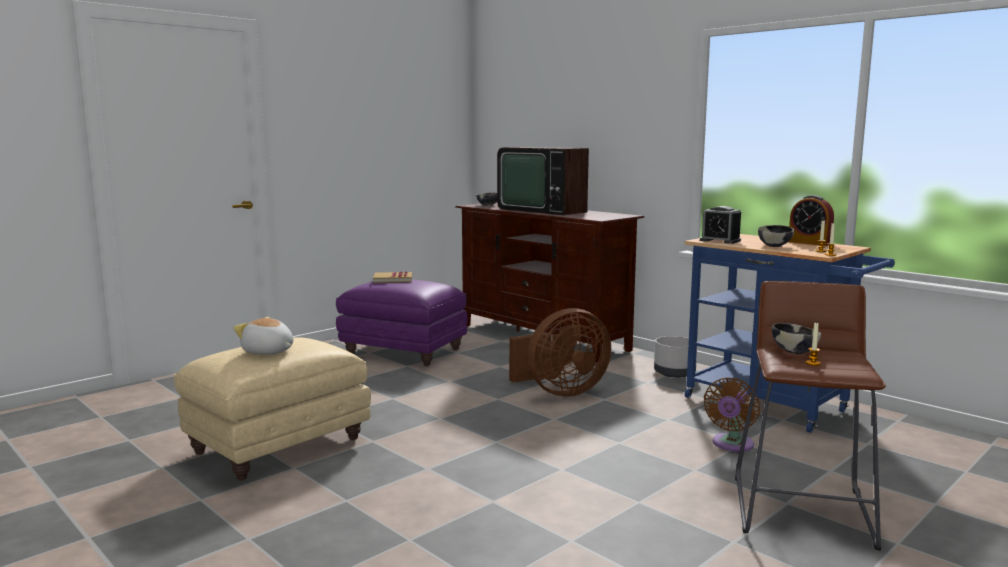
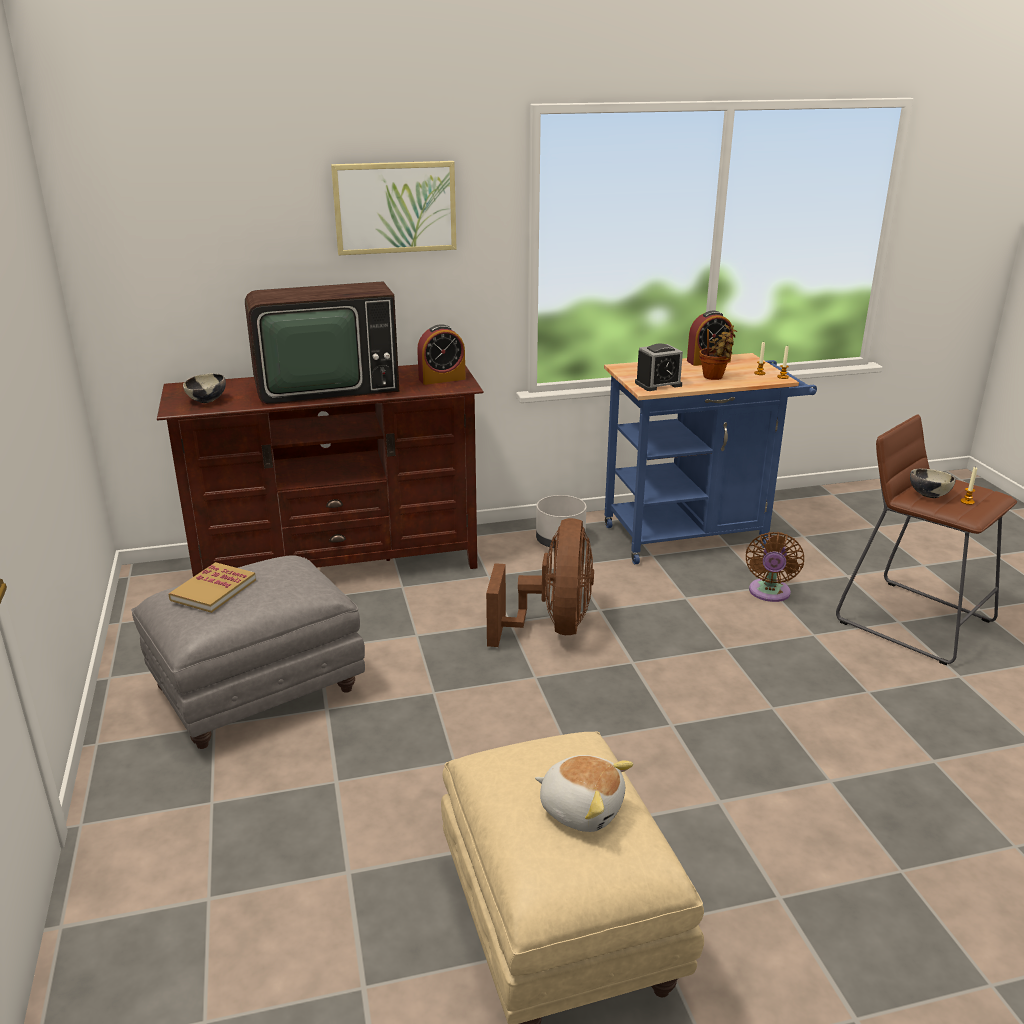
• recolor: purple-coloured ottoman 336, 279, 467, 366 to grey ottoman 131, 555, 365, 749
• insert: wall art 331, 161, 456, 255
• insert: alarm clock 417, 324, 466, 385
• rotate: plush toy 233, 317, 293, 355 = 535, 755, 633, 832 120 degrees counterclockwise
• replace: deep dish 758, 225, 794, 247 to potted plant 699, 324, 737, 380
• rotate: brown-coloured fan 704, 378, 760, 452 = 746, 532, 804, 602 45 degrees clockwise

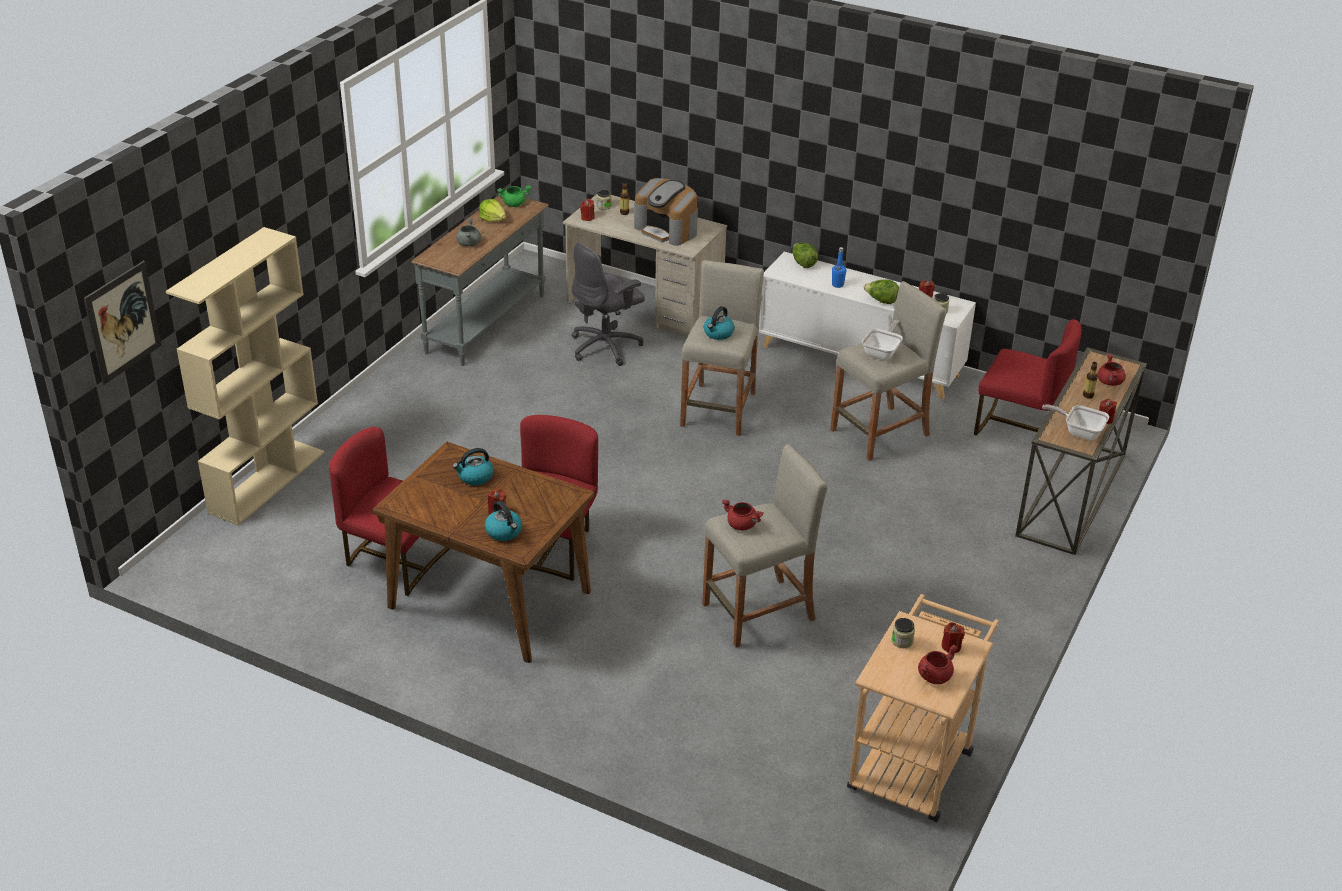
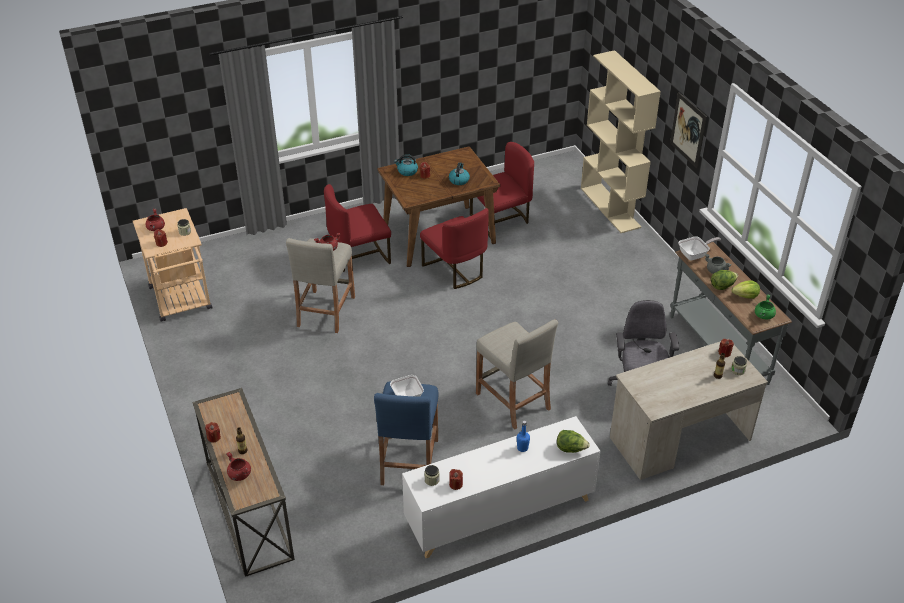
• move: red-coloured chair 974, 319, 1082, 448 to 324, 184, 391, 272
• recolor: beige sitting stool 830, 281, 946, 461 to blue-coloured sitting stool 374, 382, 439, 485
• move: wall art 83, 261, 162, 385 to 670, 92, 707, 169
• move: skillet 1042, 404, 1109, 440 to 678, 236, 721, 261
• move: lettuce head 864, 280, 899, 304 to 711, 270, 738, 290
• delete: coffee maker 634, 178, 698, 246
• delete: kettle 704, 306, 735, 340

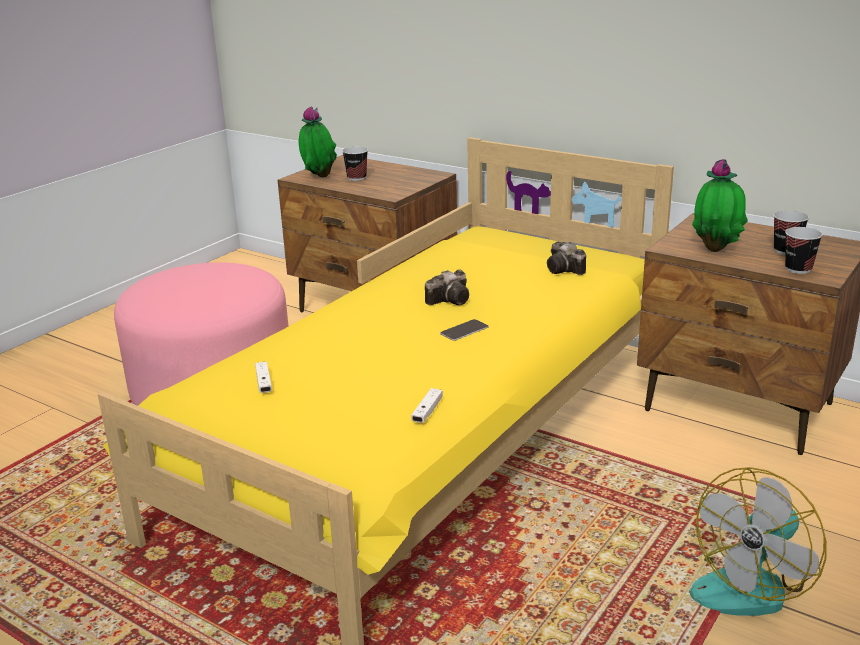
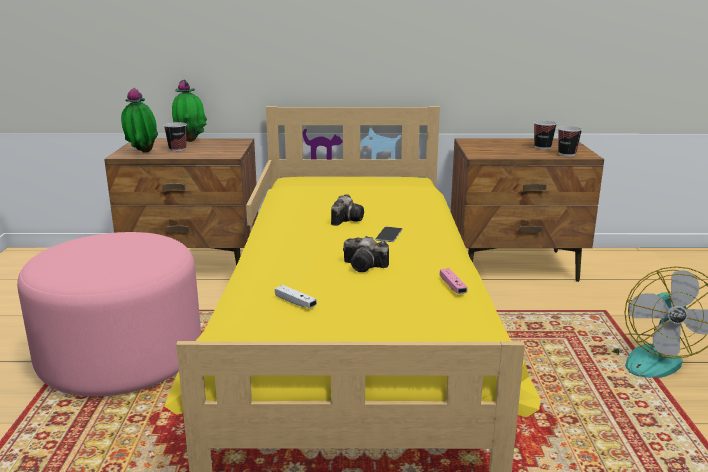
• move: potted plant 692, 159, 748, 252 to 172, 80, 207, 142
• move: photo camera 547, 242, 586, 275 to 343, 236, 389, 272
• recolor: whitish gamepad 411, 388, 443, 423 to pink gamepad 440, 268, 468, 294

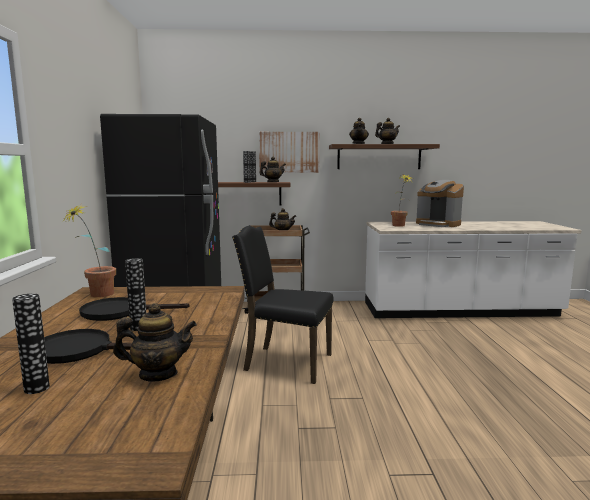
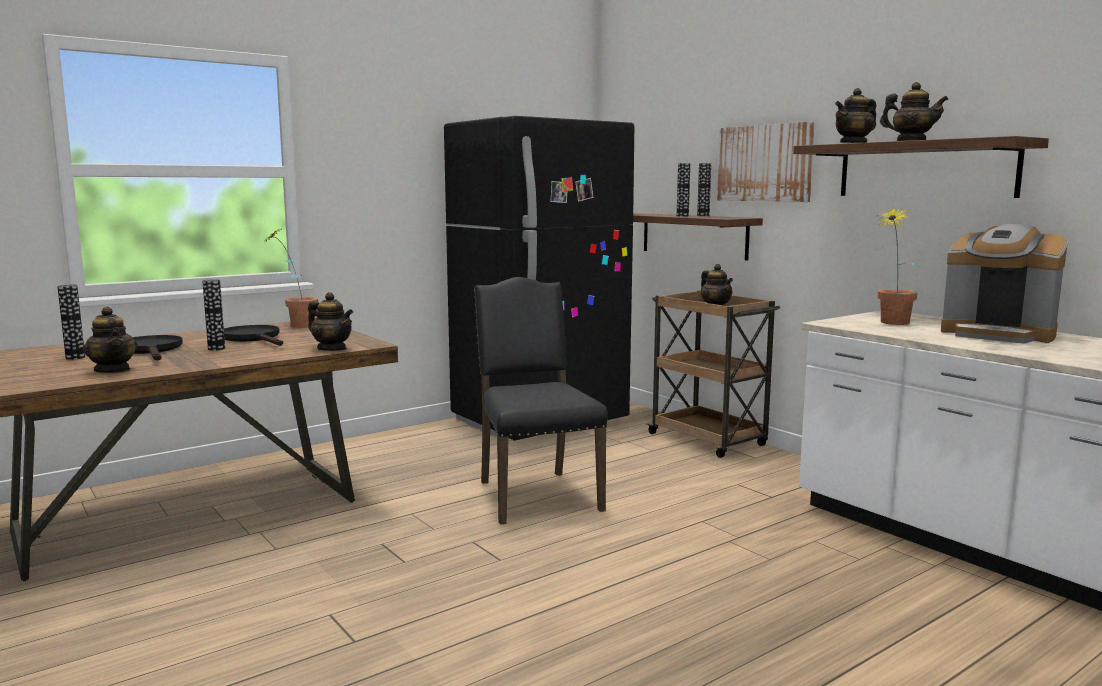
• move: pot for tea 260, 157, 286, 182 to 308, 292, 353, 351
• rotate: coffee maker 416, 180, 464, 227 = 941, 224, 1068, 344 60 degrees counterclockwise

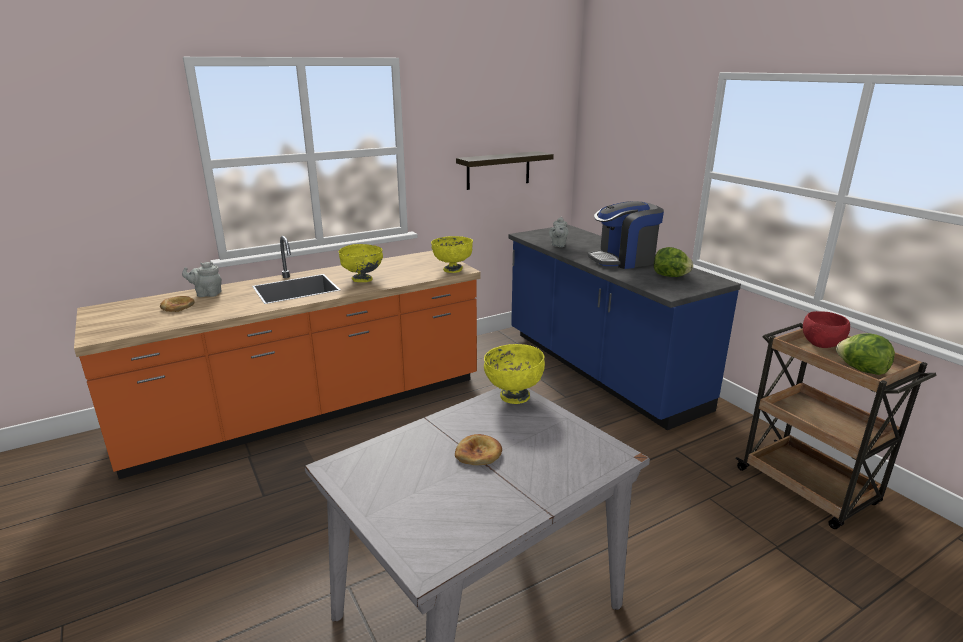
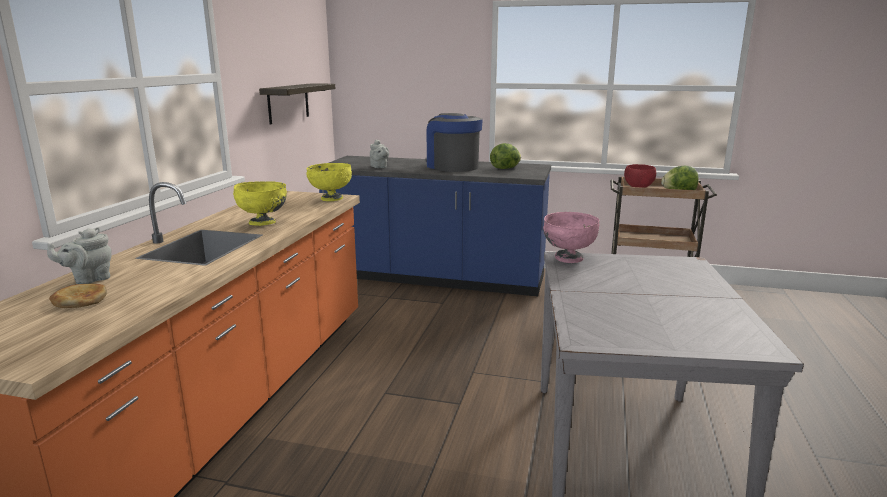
• rotate: coffee maker 588, 201, 664, 269 = 426, 113, 483, 172 120 degrees clockwise
• recolor: yellow deep dish 484, 344, 545, 404 to pink deep dish 543, 212, 600, 263
• delete: bakery bread 455, 434, 502, 465

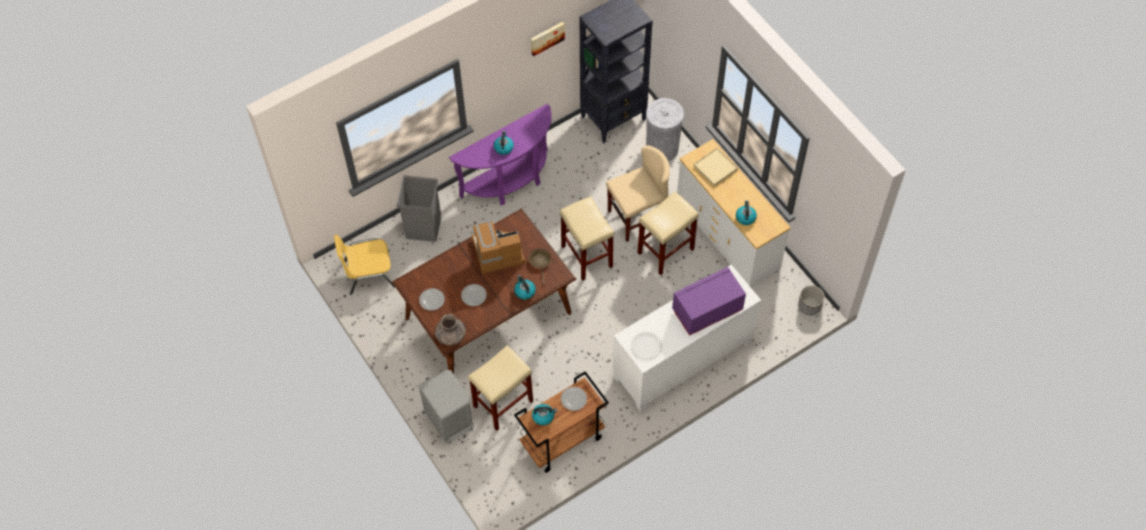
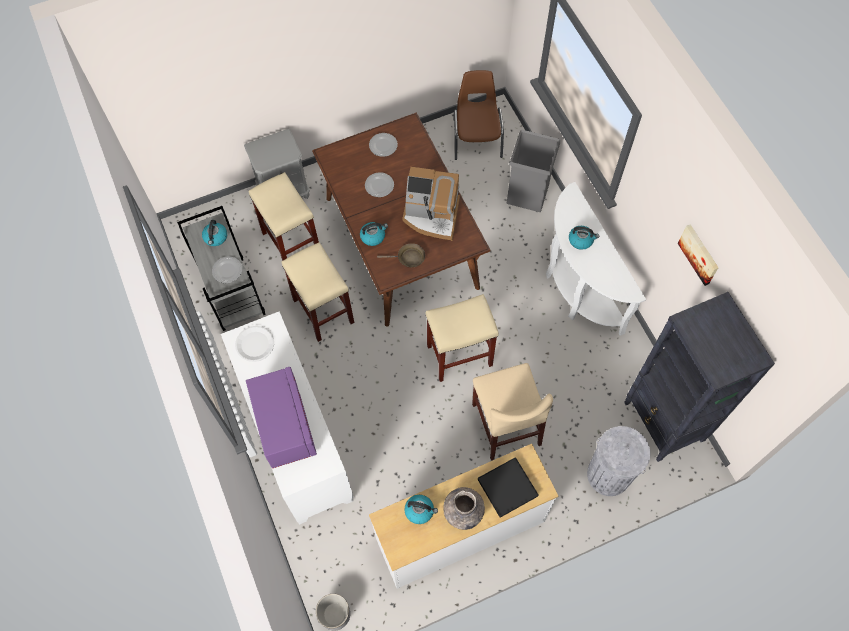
• recolor: brown-coloured trolley 514, 371, 609, 473 to grey trolley 177, 206, 266, 331
• move: beige sitting stool 637, 192, 699, 275 to 282, 242, 354, 342
• rotate: coffee maker 472, 221, 525, 274 = 402, 167, 460, 241 105 degrees clockwise
• move: grey vase 435, 314, 466, 346 to 443, 487, 485, 530
• recolor: yellow chair 334, 235, 395, 295 to brown-coloured chair 454, 70, 504, 160
• recolor: beige serving tray 694, 148, 738, 187 to black-coloured serving tray 478, 457, 538, 518
• recolor: purple-coloured narrow table 449, 103, 552, 205 to whitish narrow table 546, 182, 646, 336

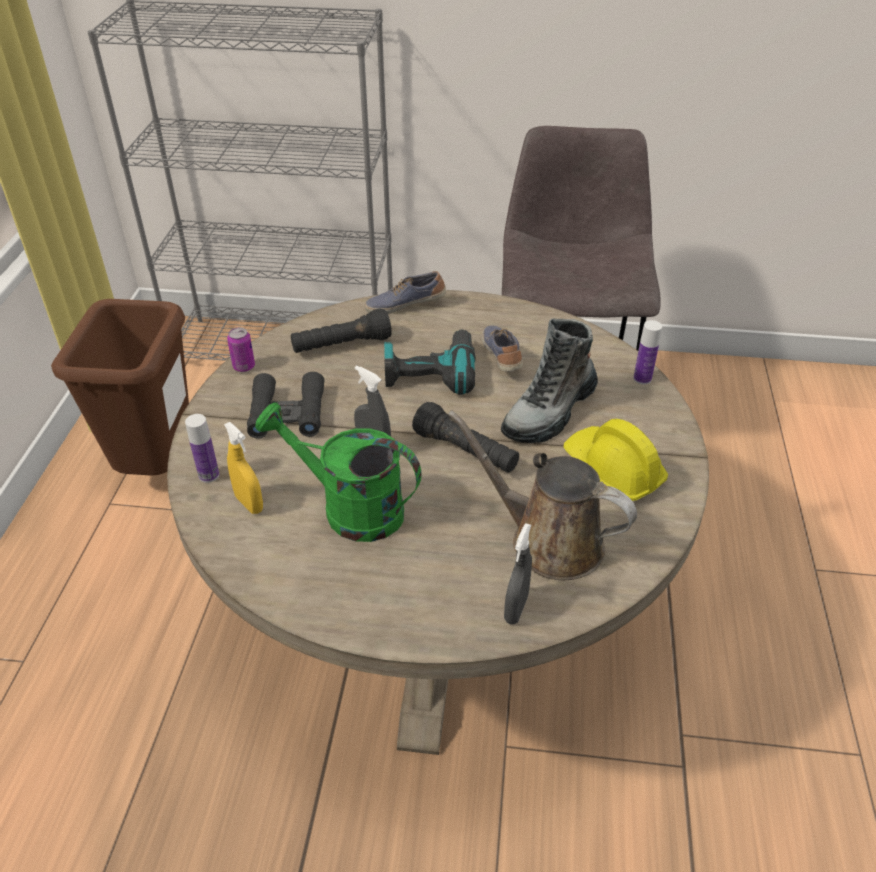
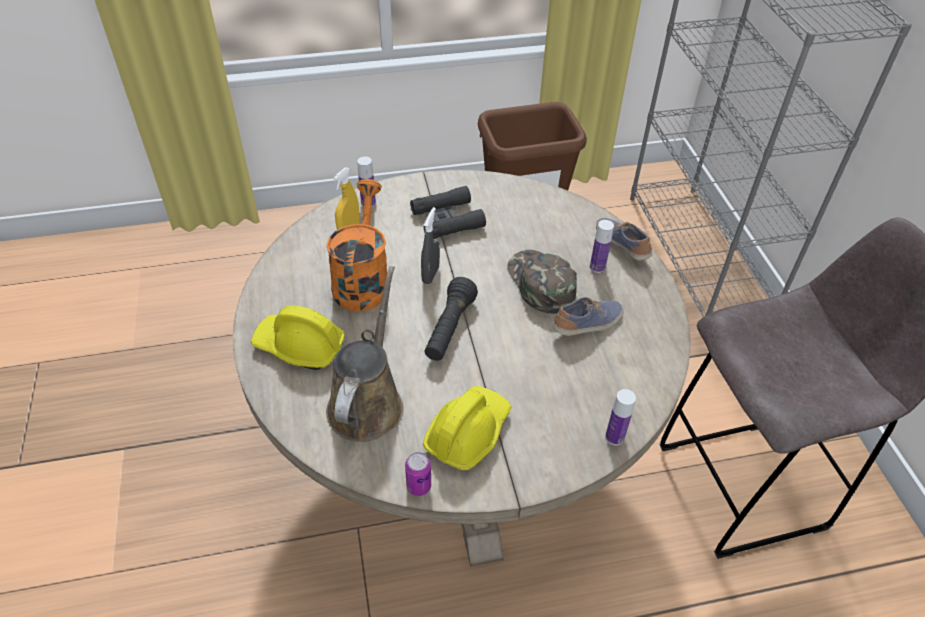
• insert: yellow work helmet 251, 306, 345, 370
• recolor: green sprinkling can 255, 402, 422, 542 to orange-coloured sprinkling can 326, 179, 387, 312
• move: metal can 227, 327, 255, 372 to 405, 452, 431, 496
• replace: power drill 384, 329, 475, 395 to green peaked cap 507, 250, 577, 314
• insert: beverage bottle 590, 220, 614, 273
• delete: black-coloured torch 291, 308, 392, 353
• delete: high-top boot 501, 319, 598, 443
• delete: grey spray bottle 504, 523, 532, 624

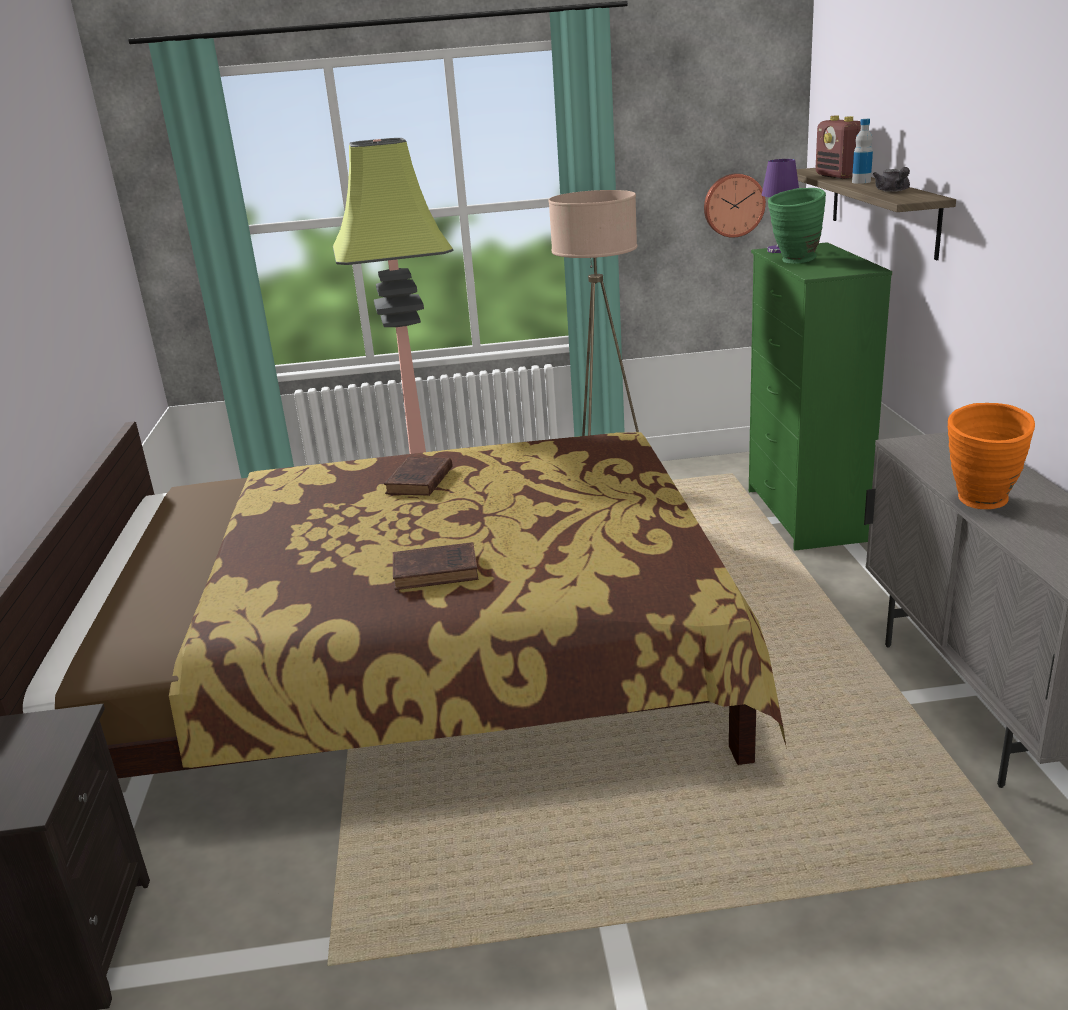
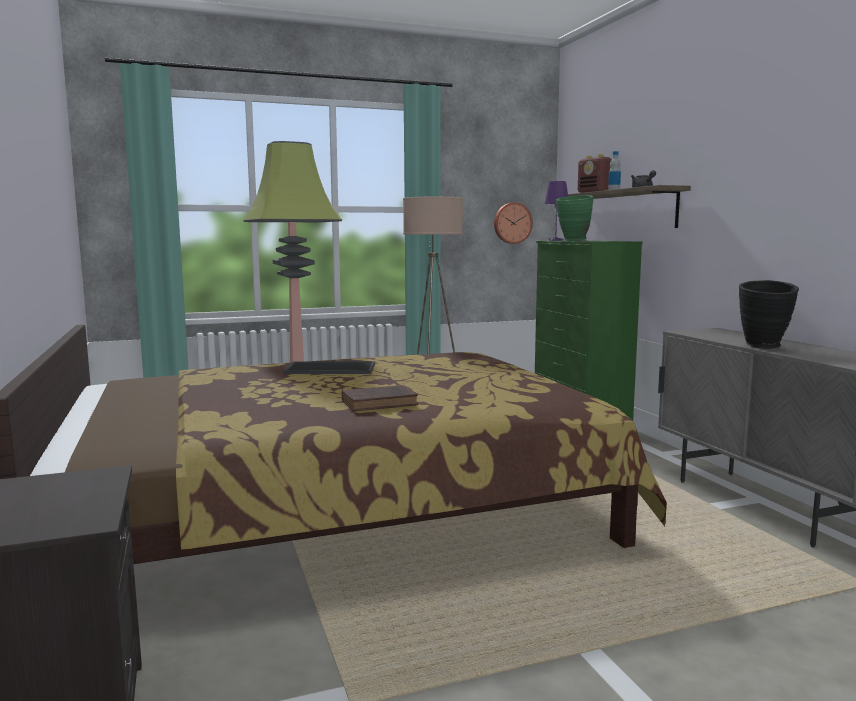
• replace: brown-coloured book 384, 457, 453, 496 to serving tray 283, 361, 375, 374
• recolor: orange-coloured vase 948, 403, 1035, 509 to black-coloured vase 739, 280, 799, 349

